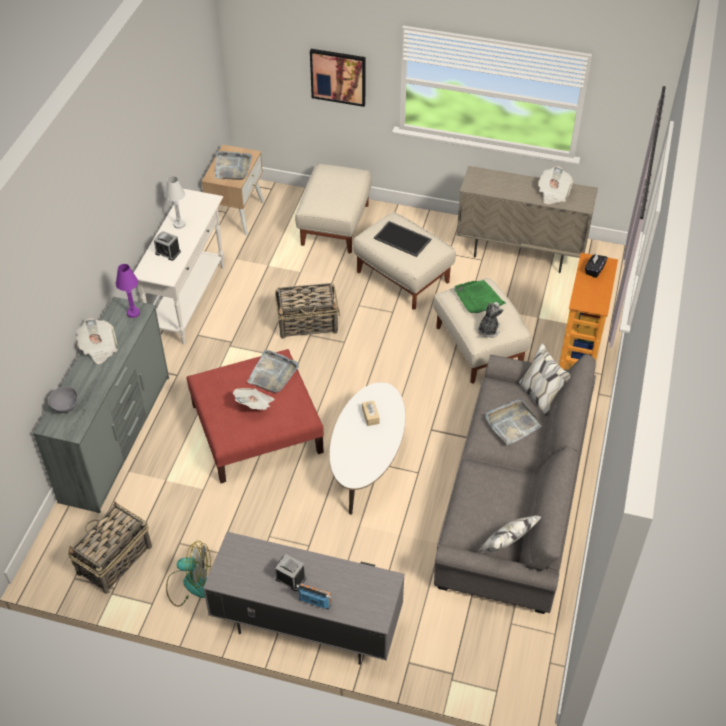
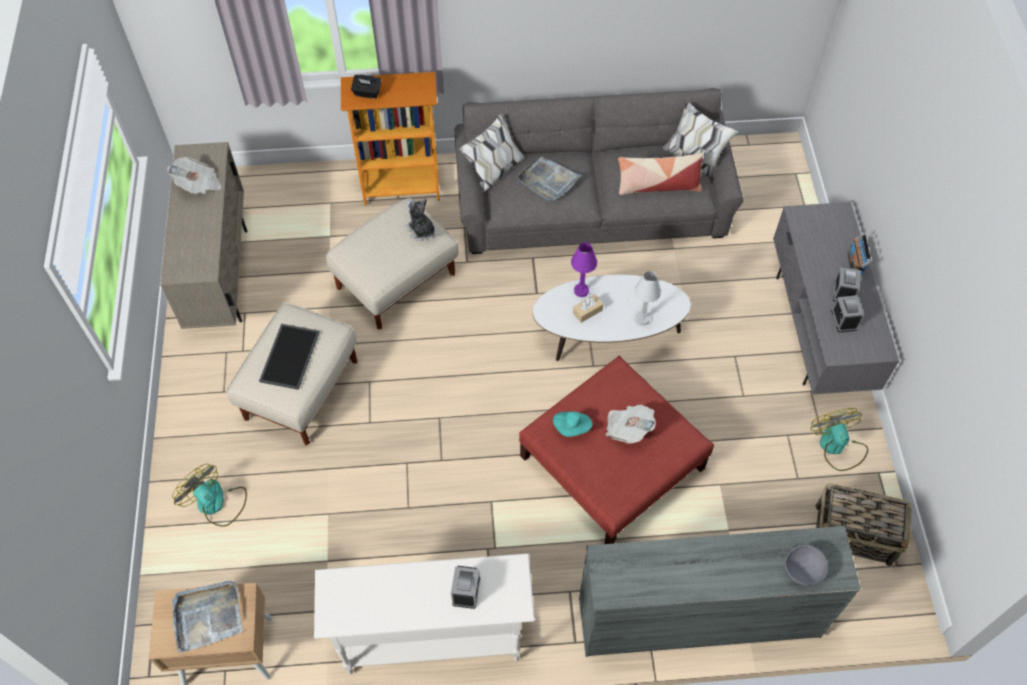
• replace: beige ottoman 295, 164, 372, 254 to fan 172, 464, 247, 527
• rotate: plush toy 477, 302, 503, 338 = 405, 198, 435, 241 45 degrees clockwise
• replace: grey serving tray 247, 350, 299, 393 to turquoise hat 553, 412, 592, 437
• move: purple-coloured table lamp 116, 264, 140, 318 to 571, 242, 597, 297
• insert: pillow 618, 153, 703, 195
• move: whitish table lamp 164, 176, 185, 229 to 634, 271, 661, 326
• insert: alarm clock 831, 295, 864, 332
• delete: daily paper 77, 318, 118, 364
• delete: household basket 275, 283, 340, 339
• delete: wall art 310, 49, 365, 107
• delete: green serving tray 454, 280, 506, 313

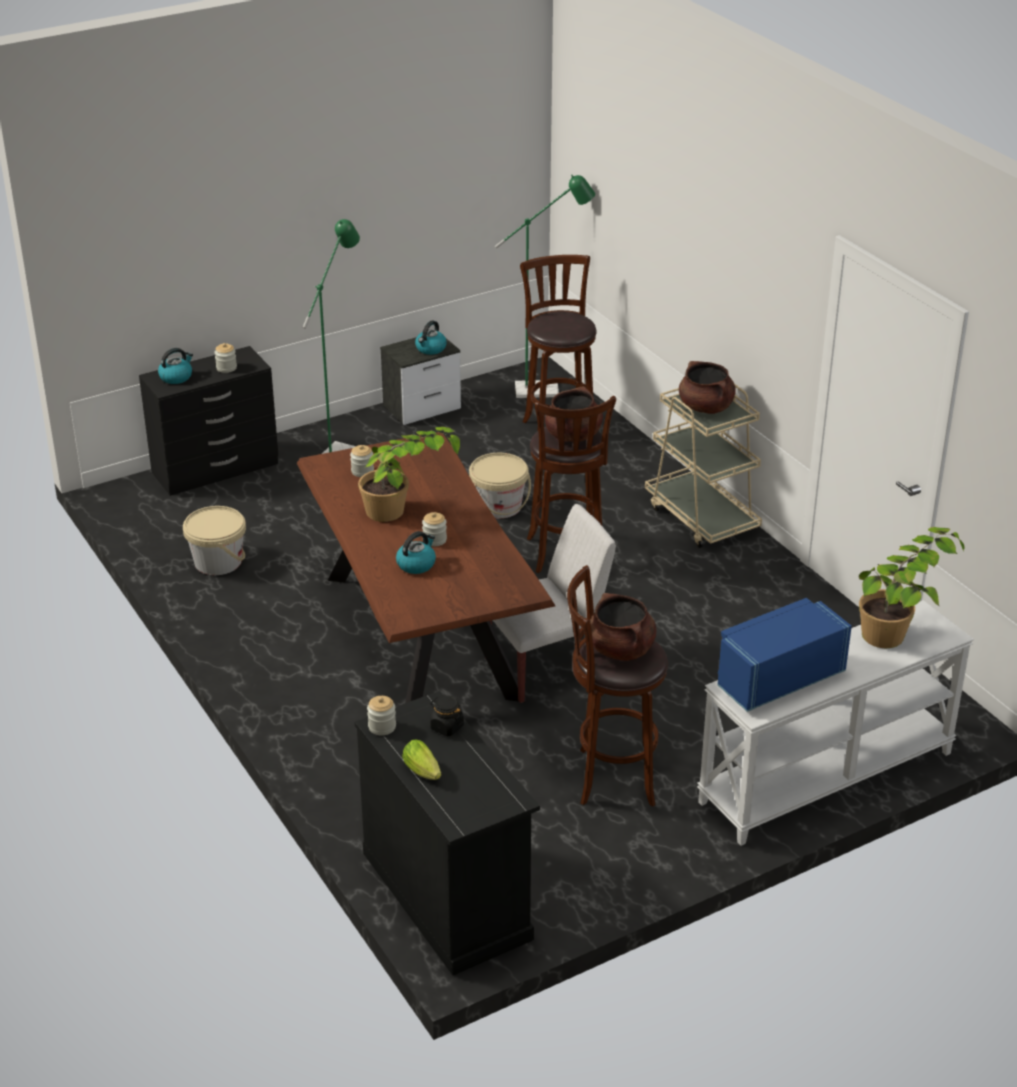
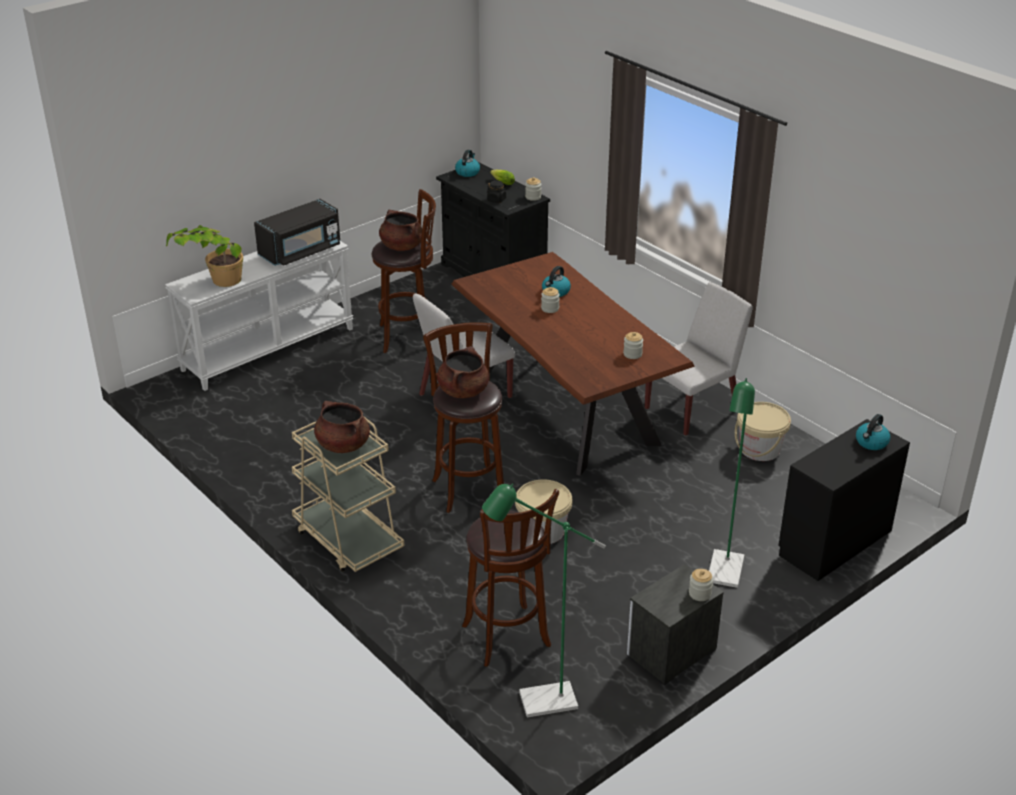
• recolor: blue-coloured microwave 717, 598, 852, 712 to black-coloured microwave 254, 199, 340, 266
• move: kettle 415, 321, 447, 355 to 455, 150, 480, 177
• insert: whitish chair 645, 282, 753, 436
• move: jar 215, 343, 237, 373 to 689, 569, 713, 601
• delete: potted plant 358, 427, 460, 522

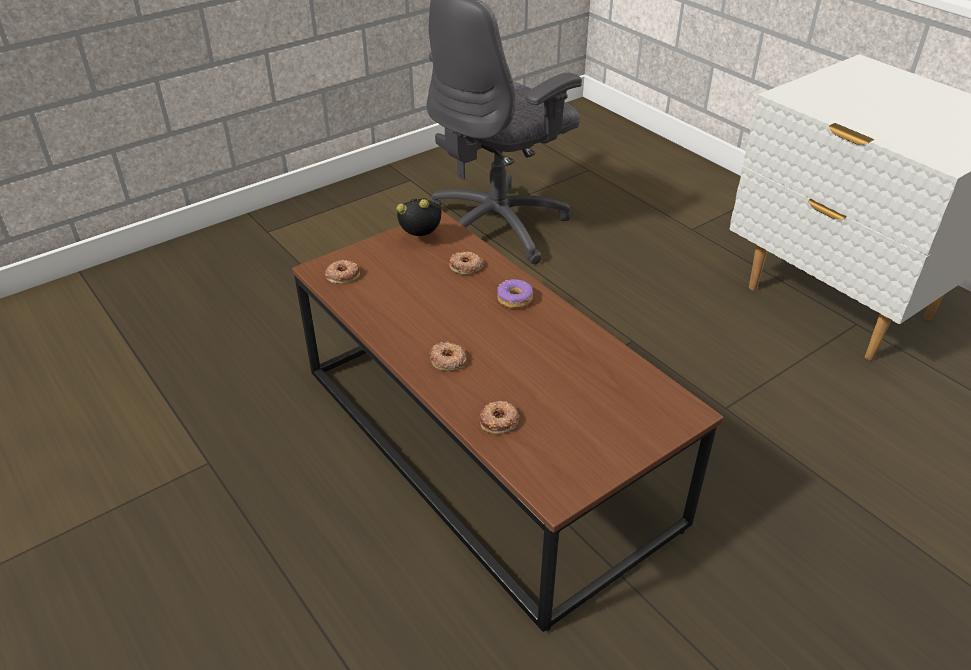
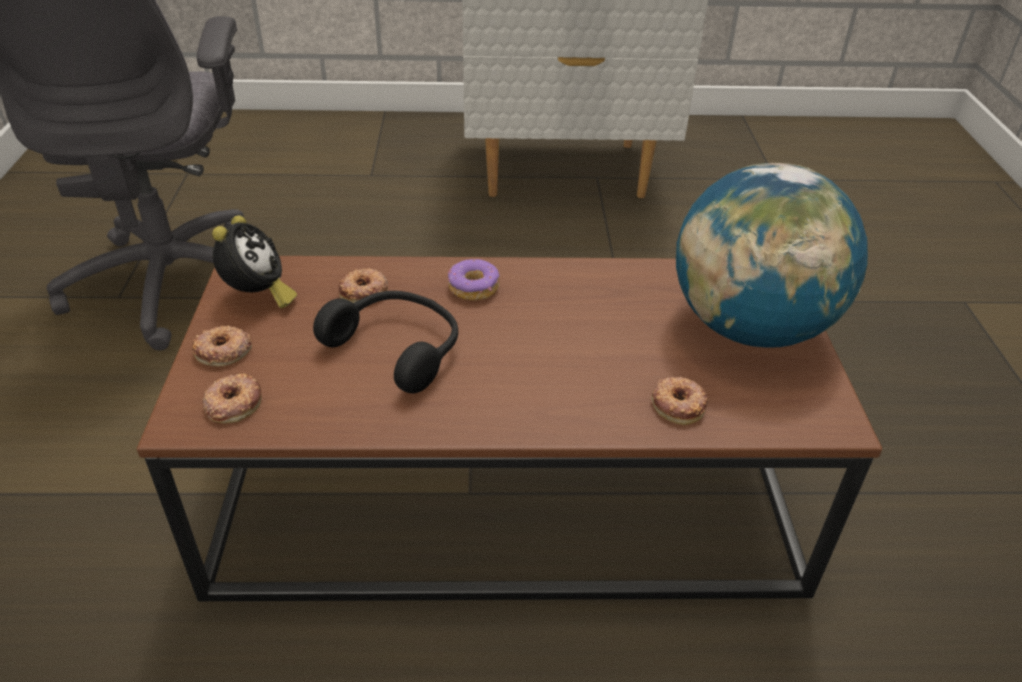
• move: doughnut 430, 341, 466, 371 to 192, 325, 252, 367
• rotate: alarm clock 396, 198, 442, 236 = 212, 215, 297, 308 150 degrees clockwise
• insert: black-coloured headphones 313, 291, 458, 393
• insert: world globe 676, 163, 868, 348

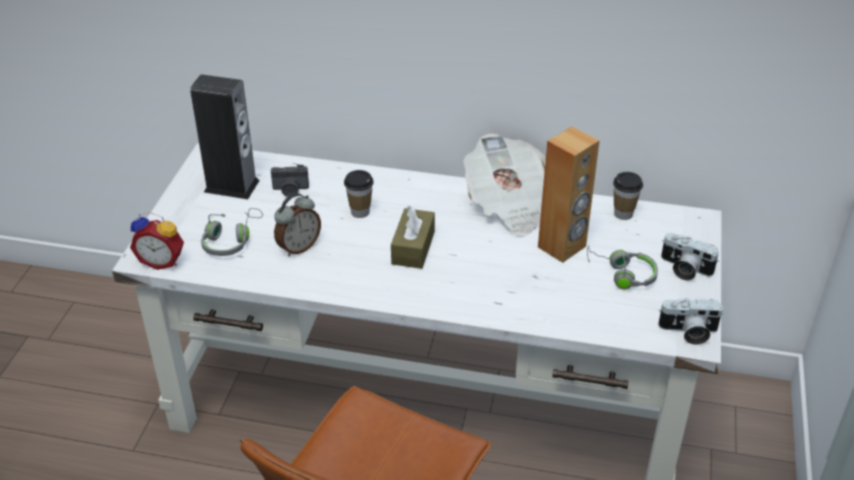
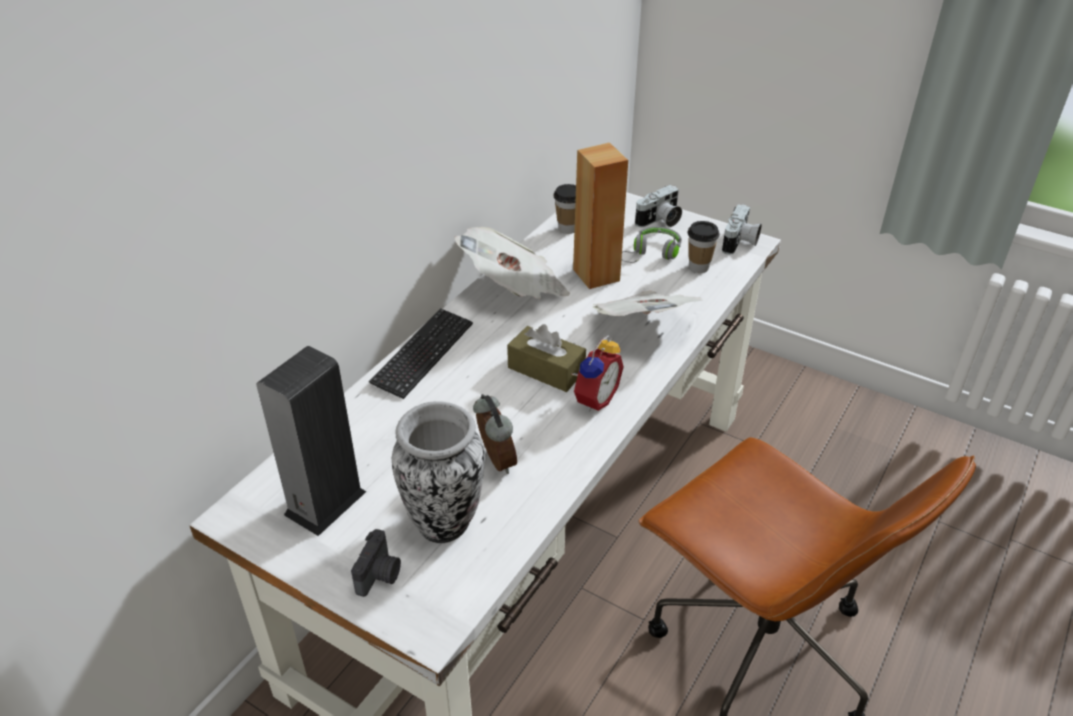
• move: photo camera 271, 165, 309, 197 to 351, 529, 401, 597
• insert: keyboard 369, 309, 473, 399
• replace: grey headphones 201, 208, 263, 256 to vase 392, 401, 485, 543
• move: alarm clock 130, 212, 184, 270 to 572, 335, 624, 412
• insert: daily paper 593, 291, 703, 316
• move: cup 344, 170, 374, 218 to 688, 221, 720, 273

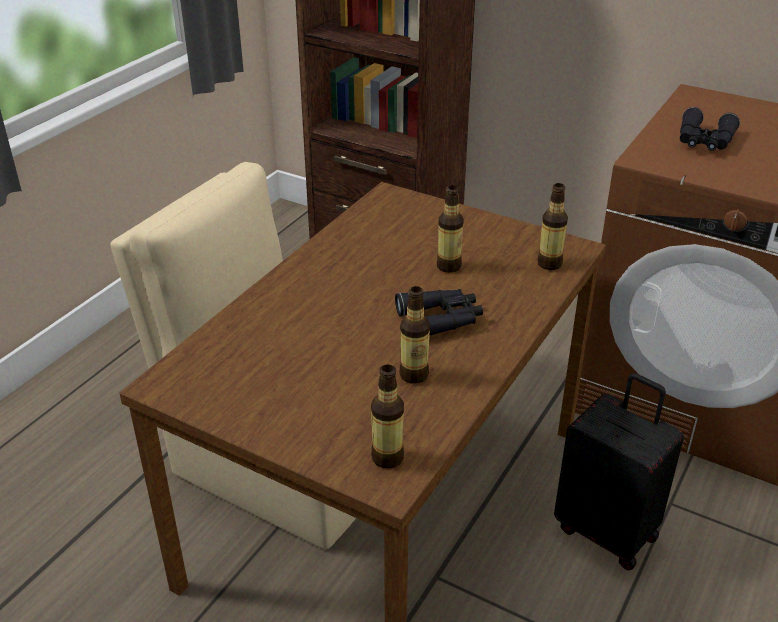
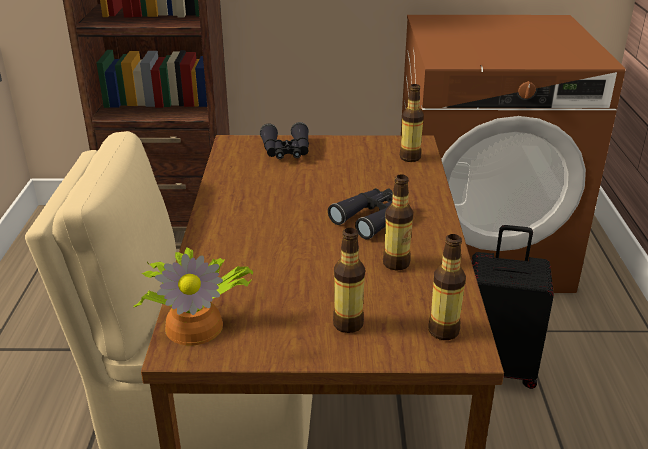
• insert: potted plant 133, 247, 253, 346
• move: black-coloured field glasses 680, 107, 740, 151 to 260, 122, 309, 159
• move: beverage bottle 437, 185, 464, 273 to 333, 228, 365, 333

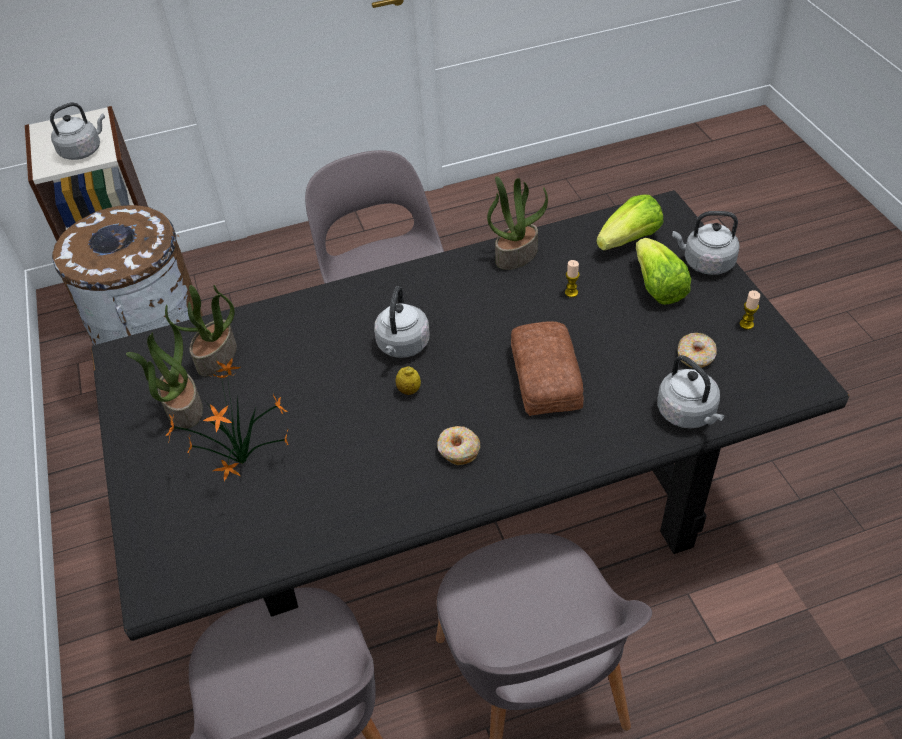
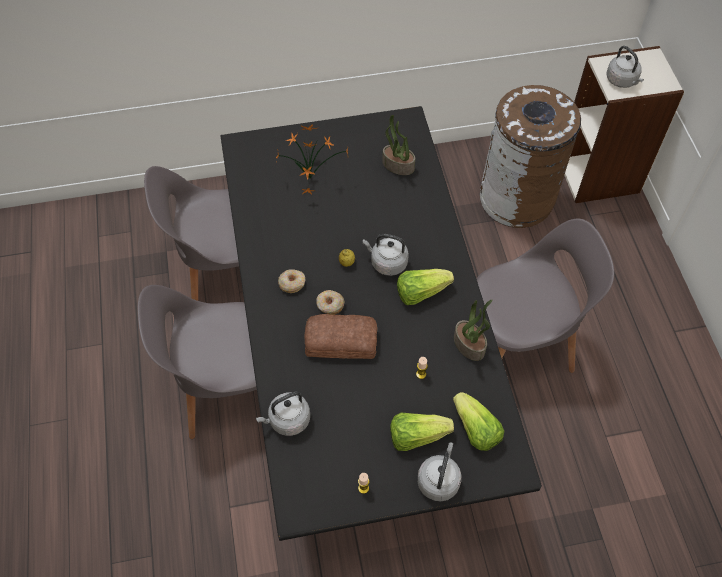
• move: doughnut 678, 333, 717, 368 to 316, 290, 344, 315
• insert: lettuce head 397, 269, 454, 305
• delete: potted plant 126, 322, 203, 429

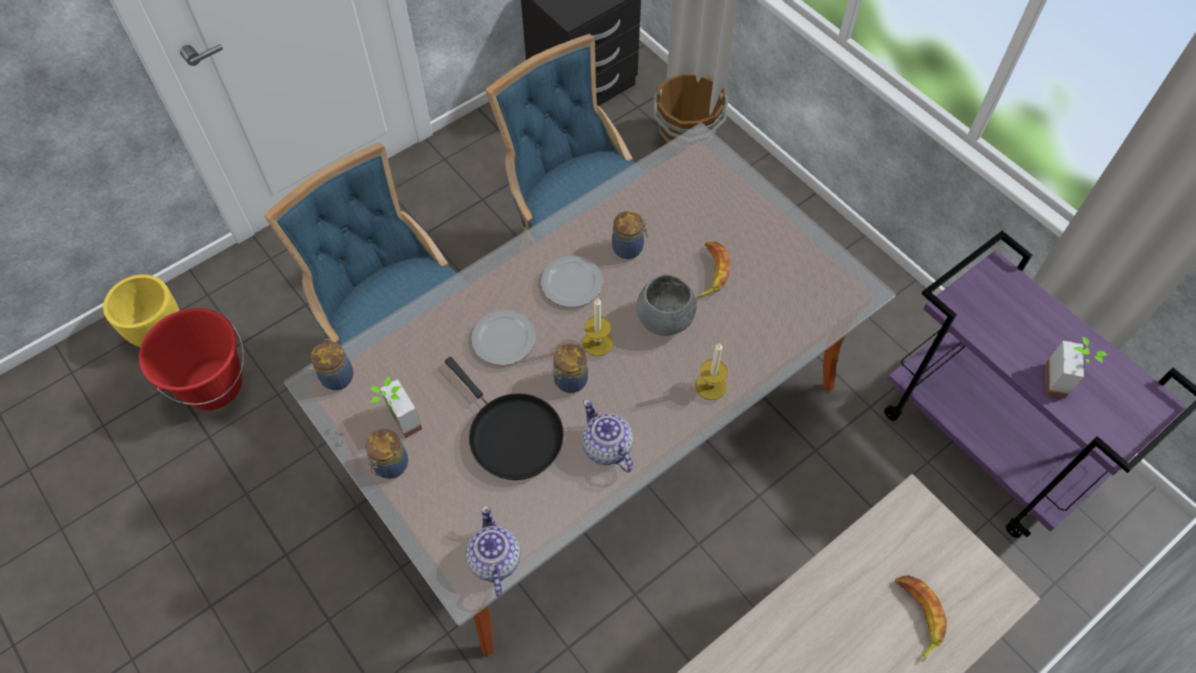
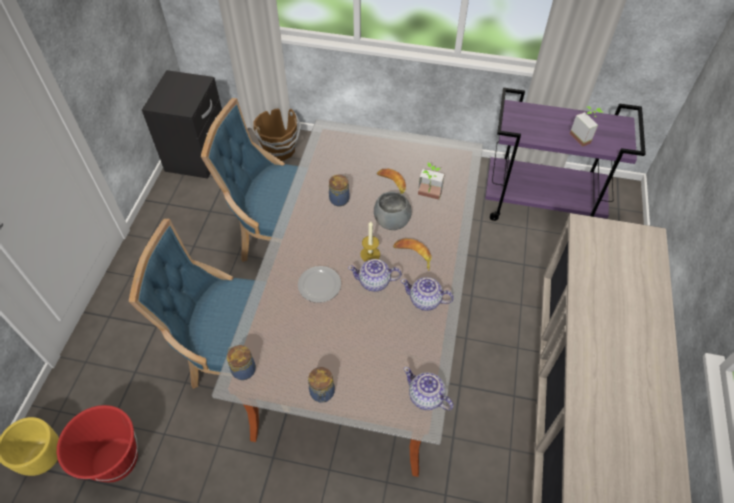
• replace: jar 554, 344, 588, 393 to pot for tea 348, 259, 402, 292
• move: banana fruit 895, 575, 947, 662 to 393, 238, 432, 271
• move: potted plant 370, 377, 422, 438 to 418, 162, 445, 200
• delete: black-coloured skillet 445, 357, 564, 480
• delete: plate 541, 256, 603, 307
• delete: wax candle 695, 343, 728, 400

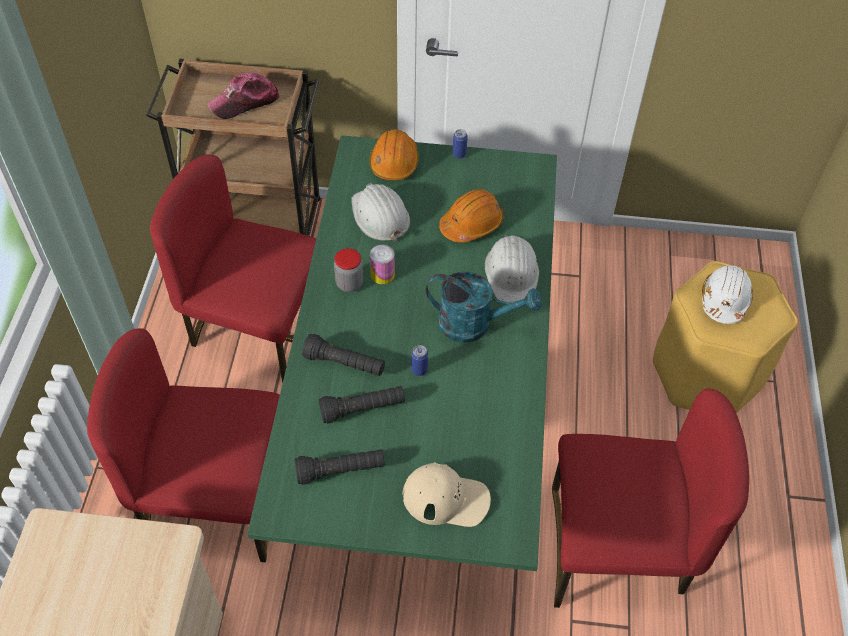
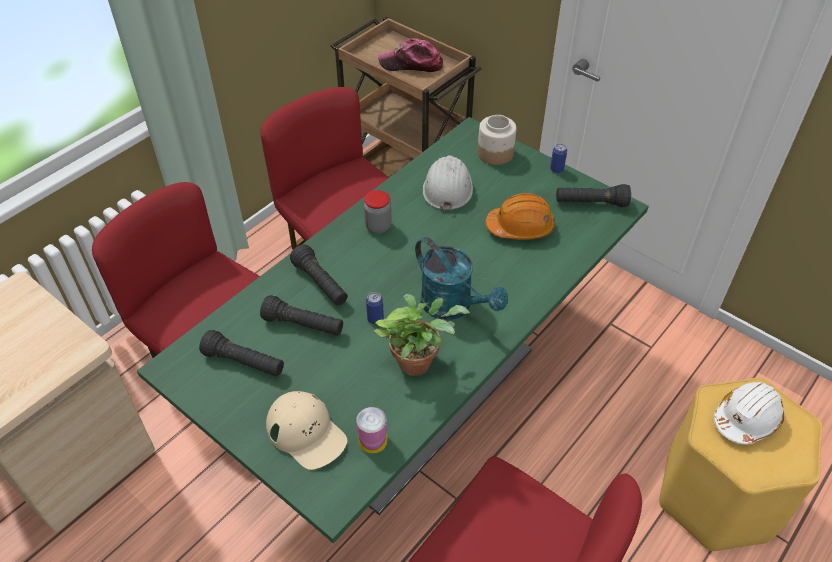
• move: metal can 370, 245, 395, 284 to 356, 407, 388, 454
• insert: potted plant 373, 294, 470, 376
• replace: orange-coloured work helmet 369, 129, 419, 181 to jar 478, 115, 516, 165
• insert: black-coloured torch 556, 184, 631, 207
• delete: whitish work helmet 485, 235, 539, 303

